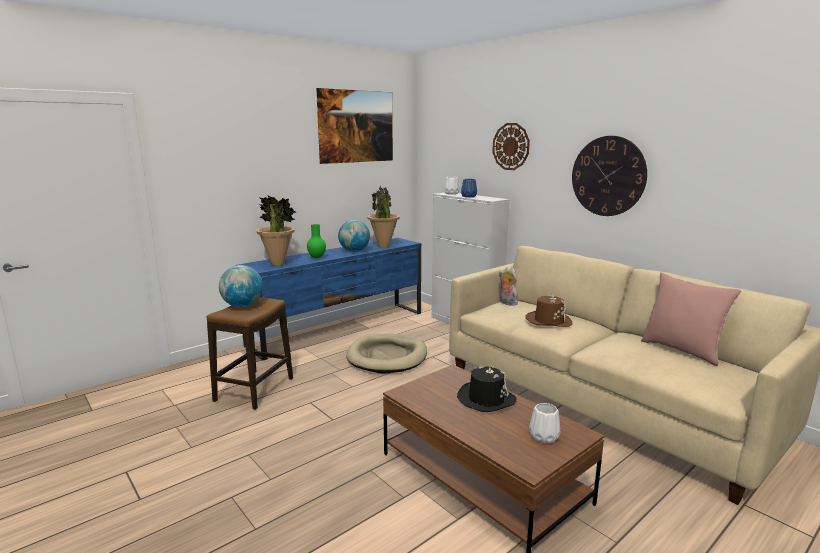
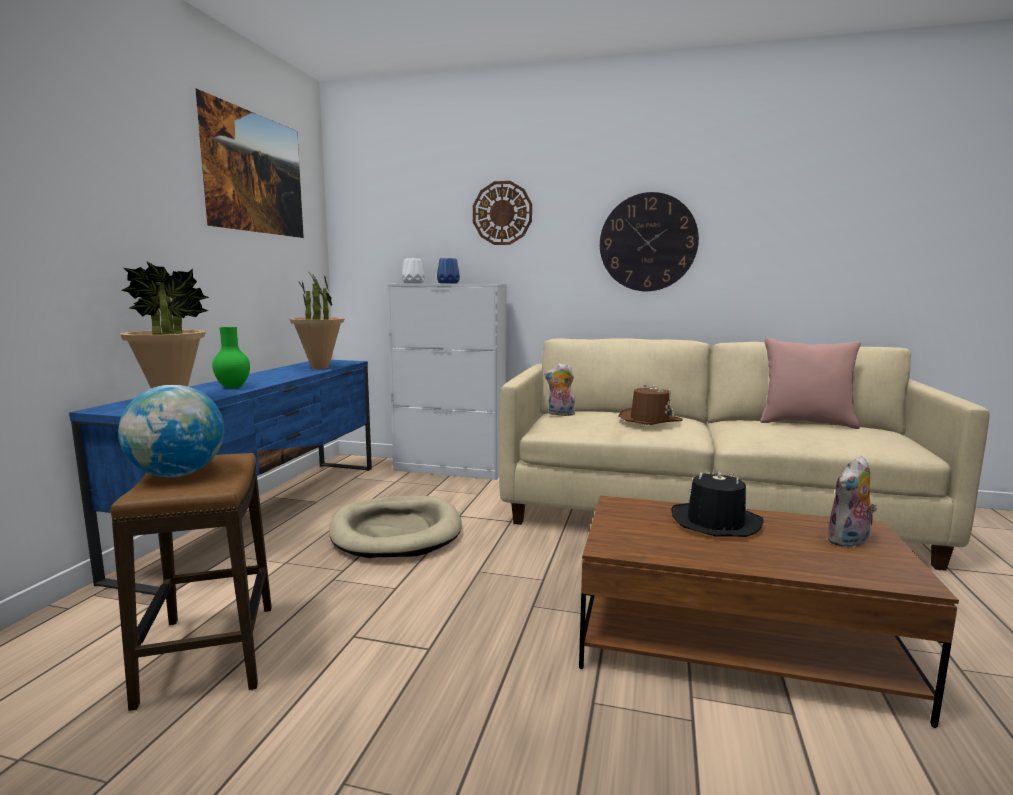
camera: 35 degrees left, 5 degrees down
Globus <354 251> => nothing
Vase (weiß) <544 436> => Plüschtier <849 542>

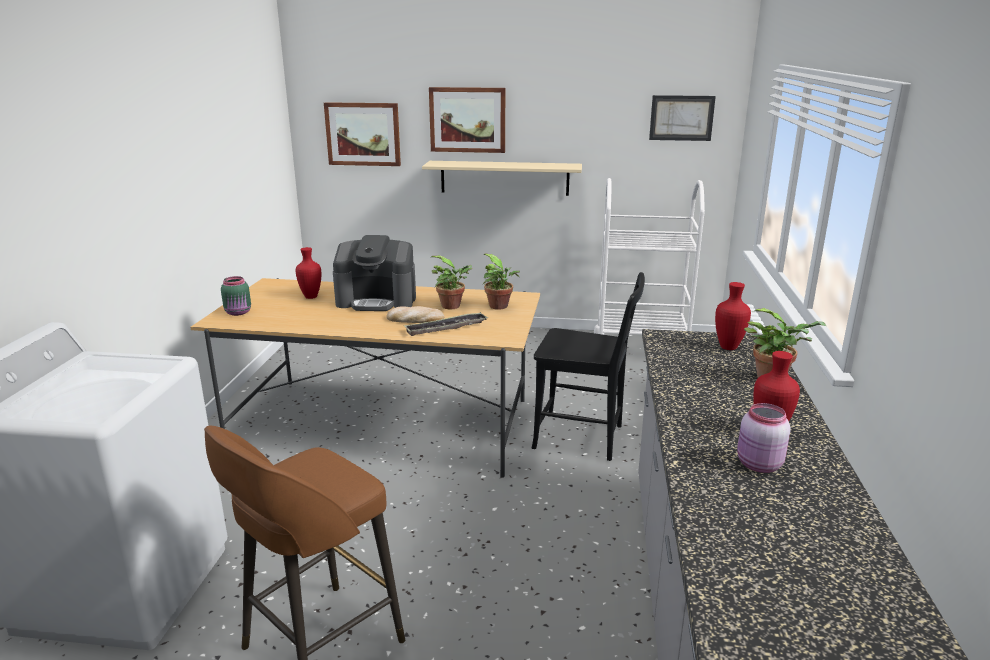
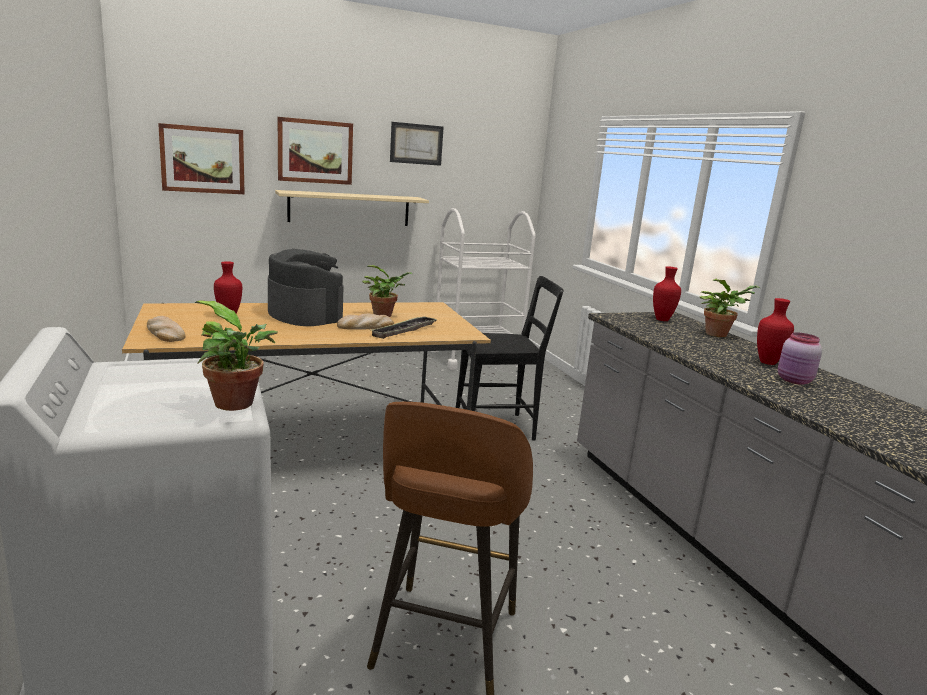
camera: 30 degrees left, 5 degrees down
Bild <681 118> => Bild <416 144>, shifted
Kaffeemaschine <377 300> => Kaffeemaschine <304 314>, 105 degrees counterclockwise
Topfpflanze <500 307> => Topfpflanze <239 404>, shifted
Vorratsglas (grün) <238 313> => Brot <165 333>

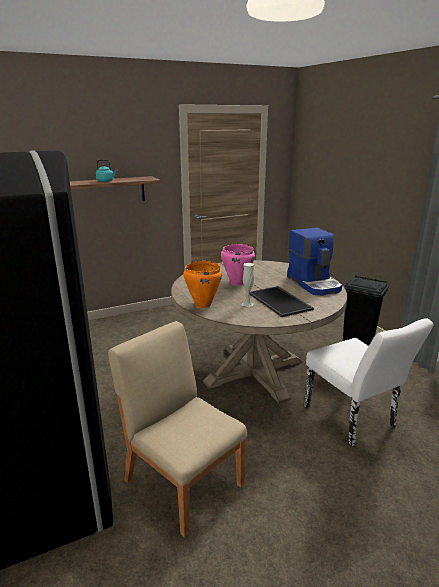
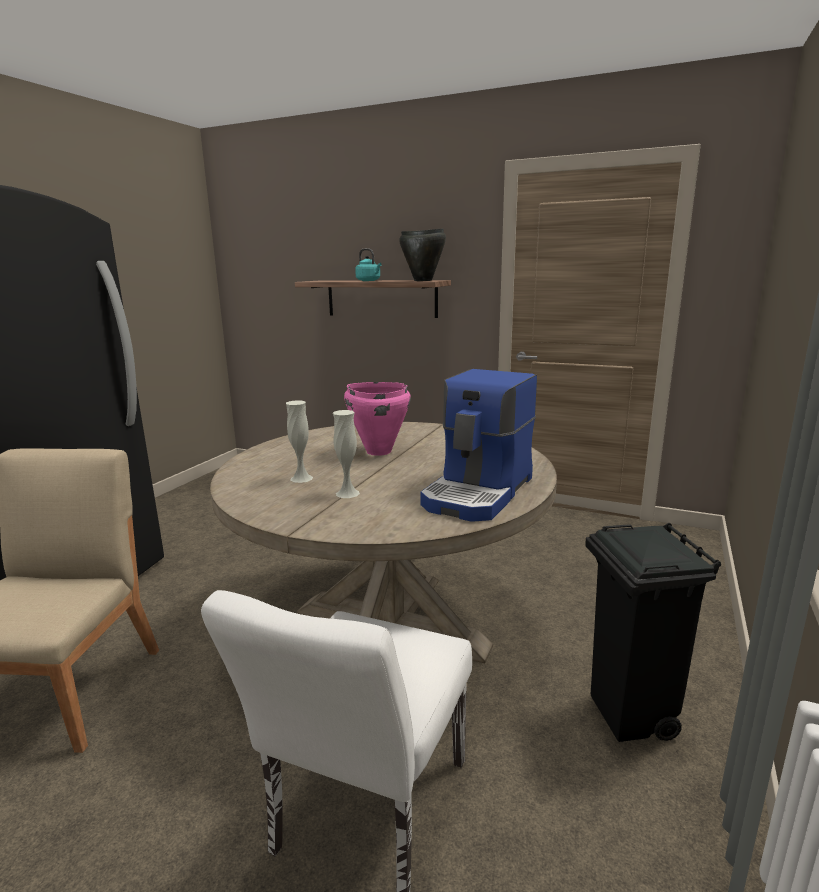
camera: 50 degrees right, 5 degrees down
Kochtopf (orange) <202 305> => nothing
Tablett <281 301> => Vase (weiß) <347 493>
nothing => Kochtopf (schwarz) <423 280>

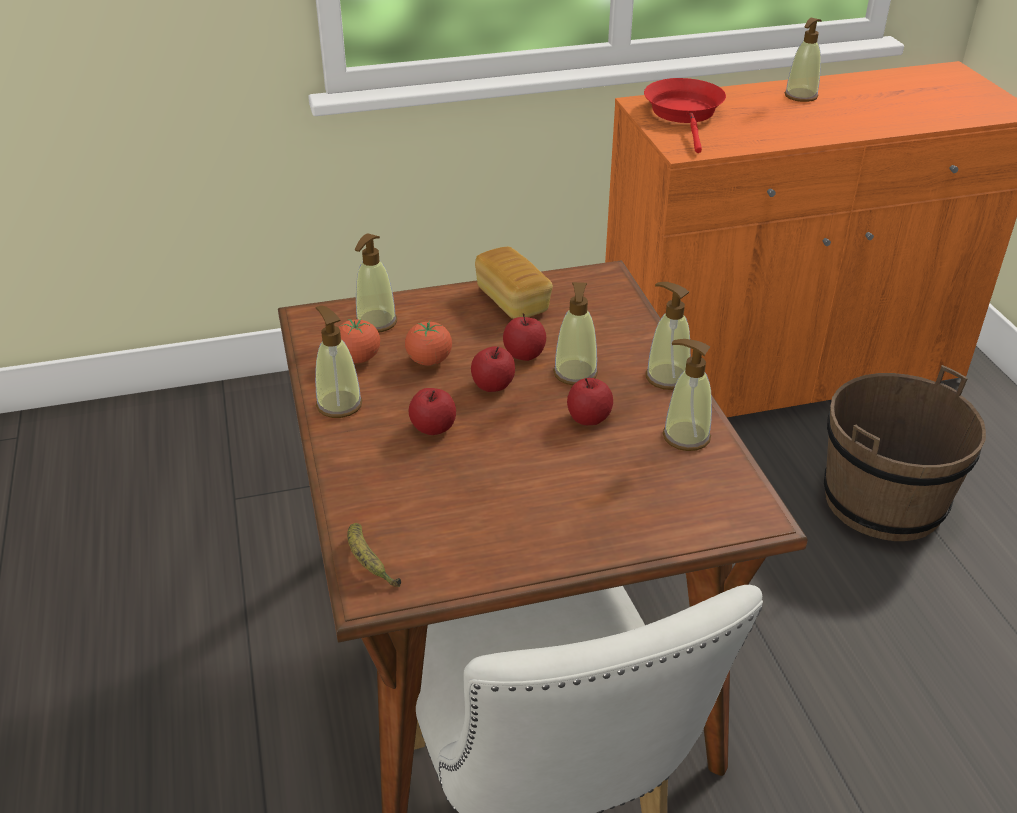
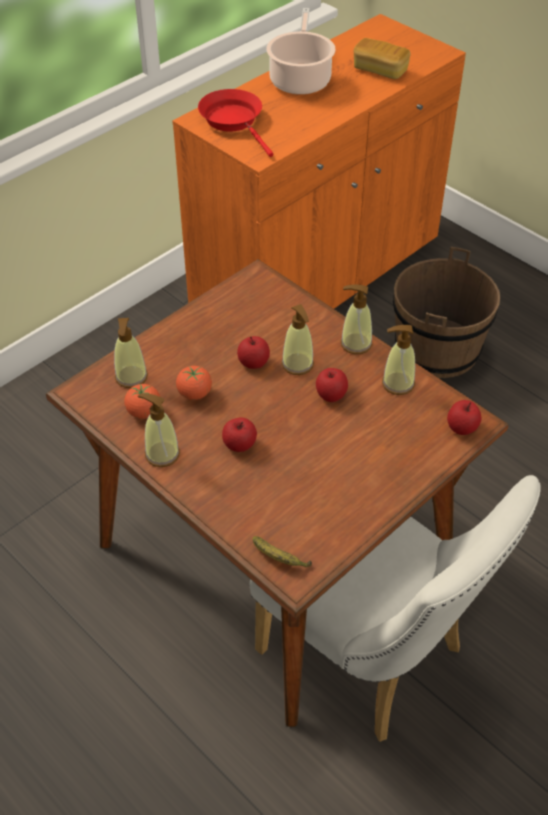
camera: 30 degrees left, 10 degrees up
Seifenspender <800 96> => Kochtopf <300 79>
Brot <512 300> => Brot <380 70>, shifted
Apfel <493 385> => Apfel <462 427>, shifted

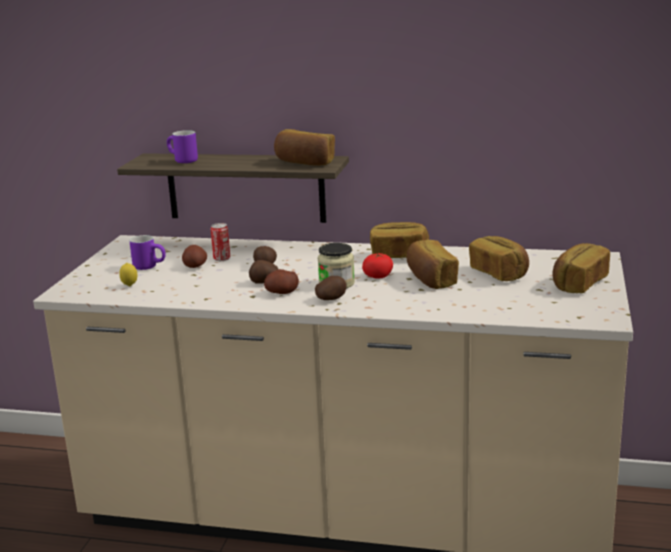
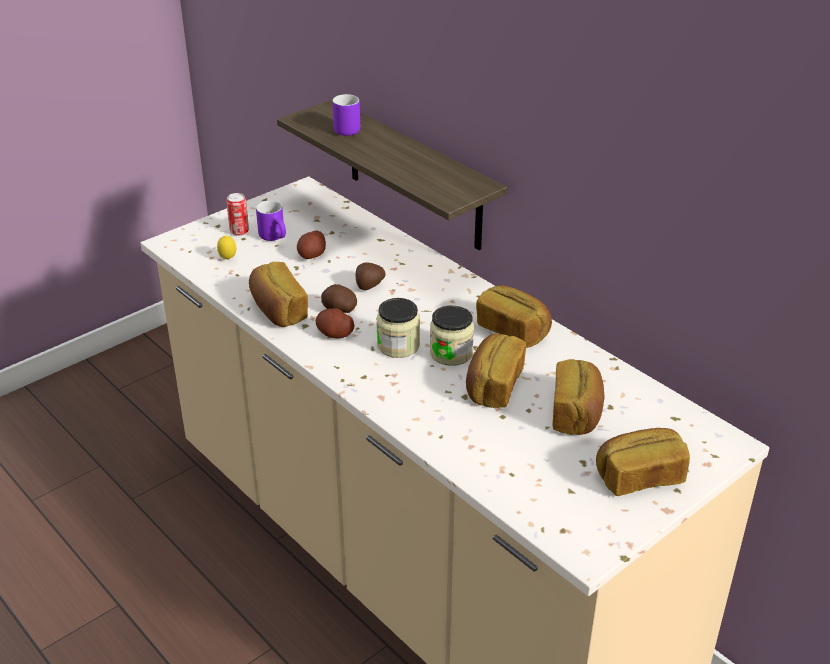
camera: 35 degrees right, 15 degrees up
Brot <305 162> => Brot <278 310>, shifted
Dose <221 259> => Dose <239 231>, shifted
Tomate <378 276> => Vorratsglas <451 353>
Kartoffel <331 299> => nothing

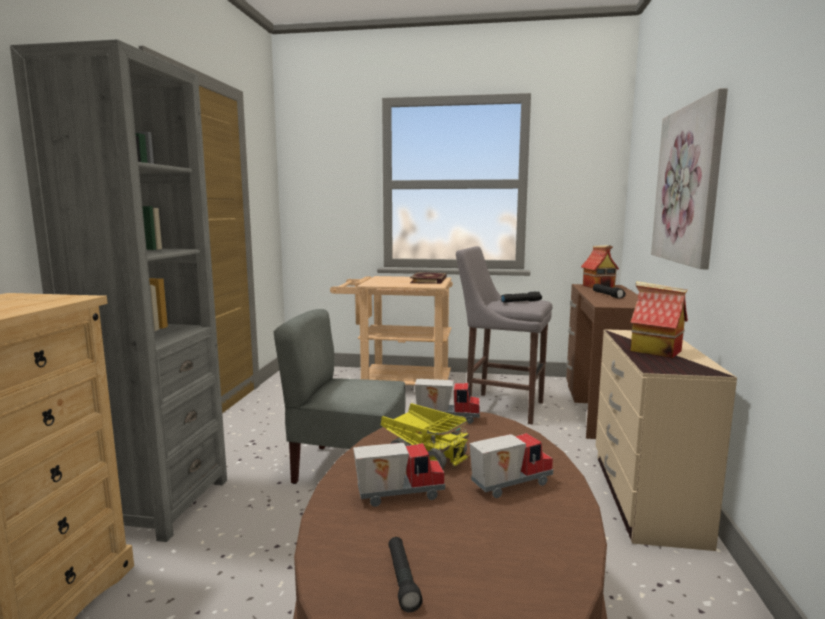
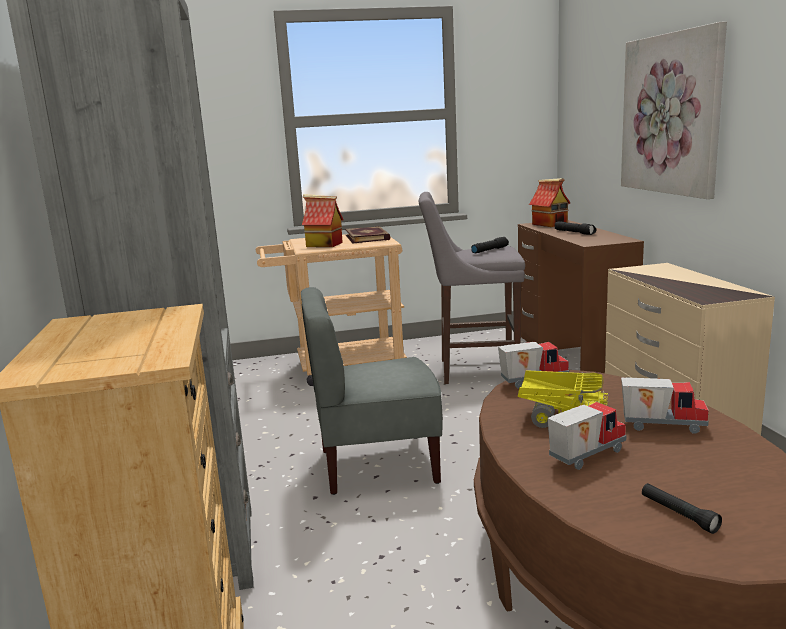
camera: 20 degrees left, 5 degrees up
Spielzeughaus <654 351> => Spielzeughaus <323 244>, shifted
Spielzeuglaster <509 484> => Spielzeuglaster <661 425>, 60 degrees clockwise

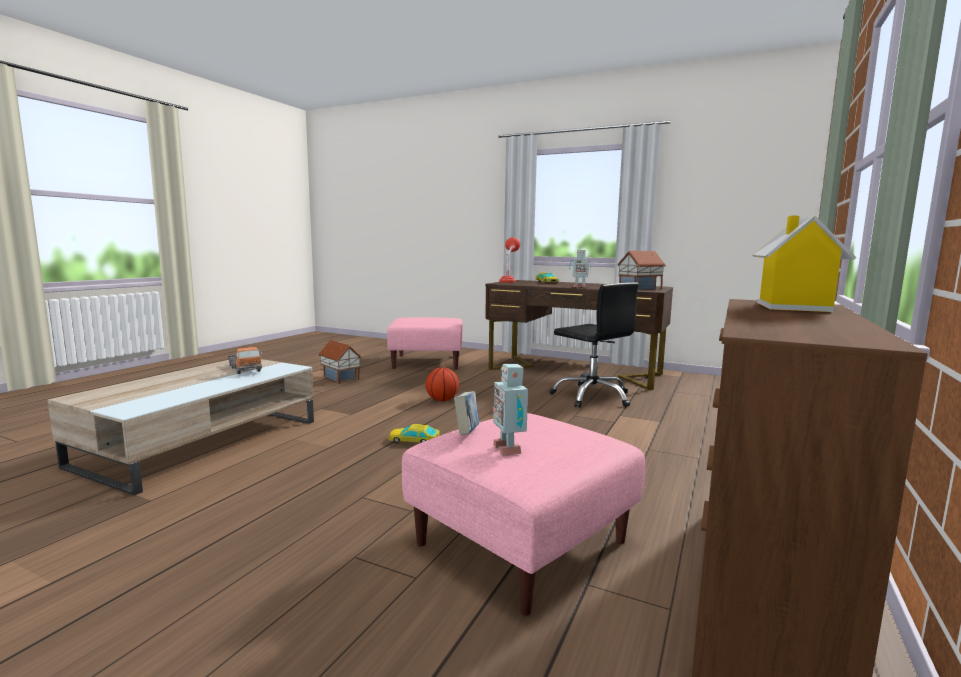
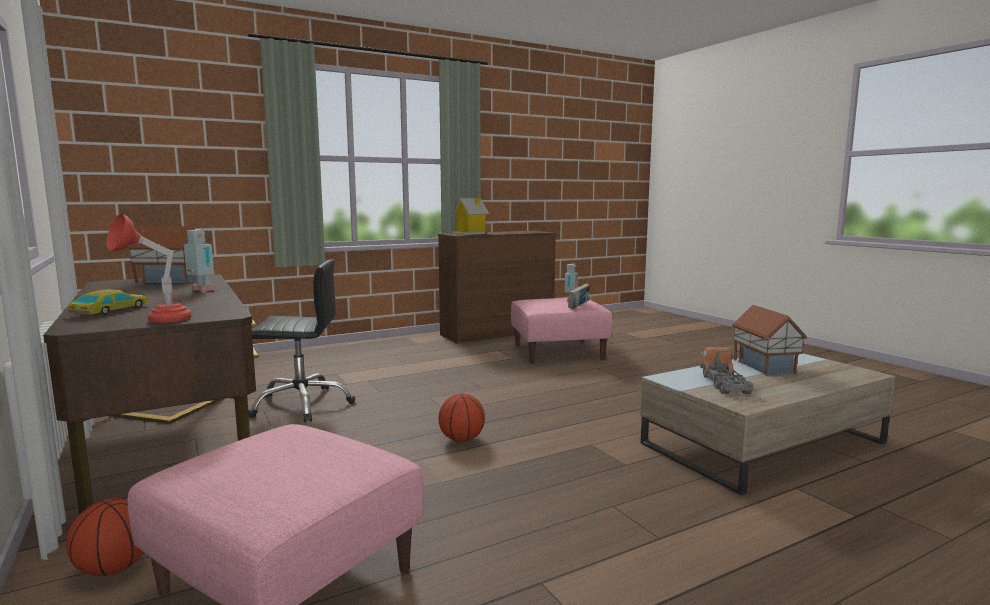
camera: 145 degrees left, 0 degrees up
Bürostuhl (schwarz) <592 396> => Bürostuhl (schwarz) <302 404>, 90 degrees clockwise
Spielzeughaus <340 378> => Spielzeughaus <765 366>, shifted
Spielzeugauto <414 440> => nothing
nothing => Basketball <114 569>

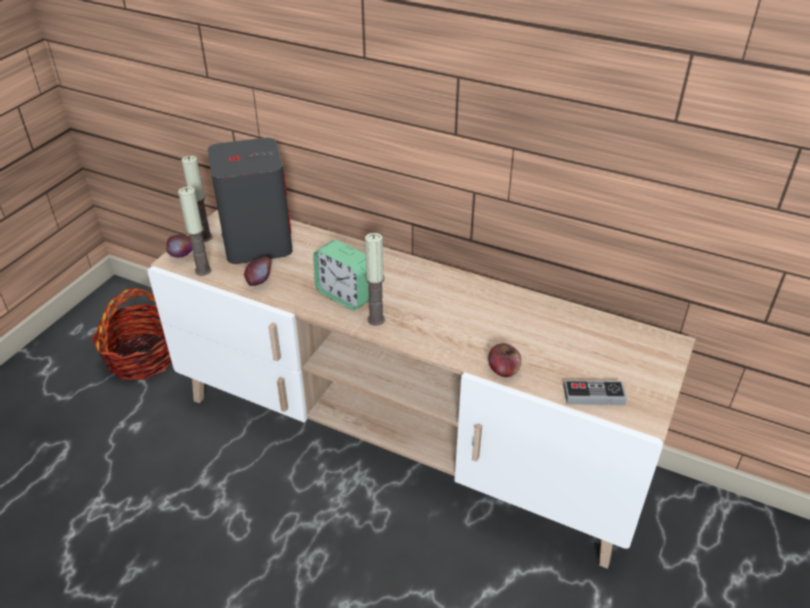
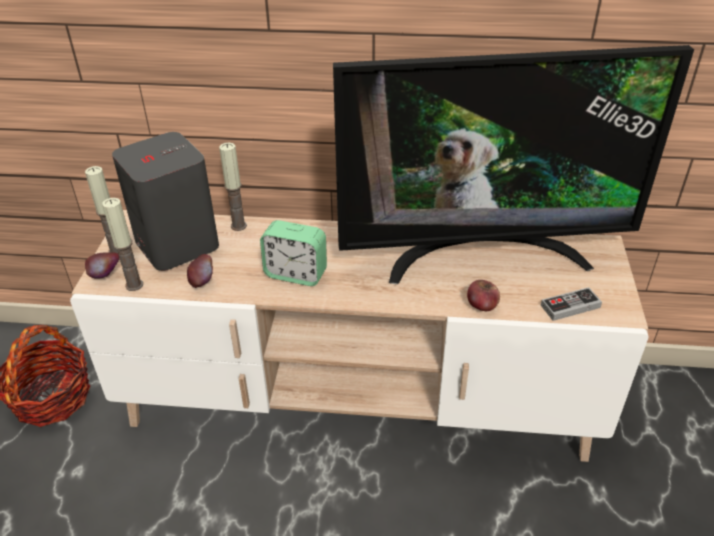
camera: 20 degrees left, 0 degrees up
Kerze <376 319> => Kerze <238 226>, shifted
nothing => Fernseher <483 253>

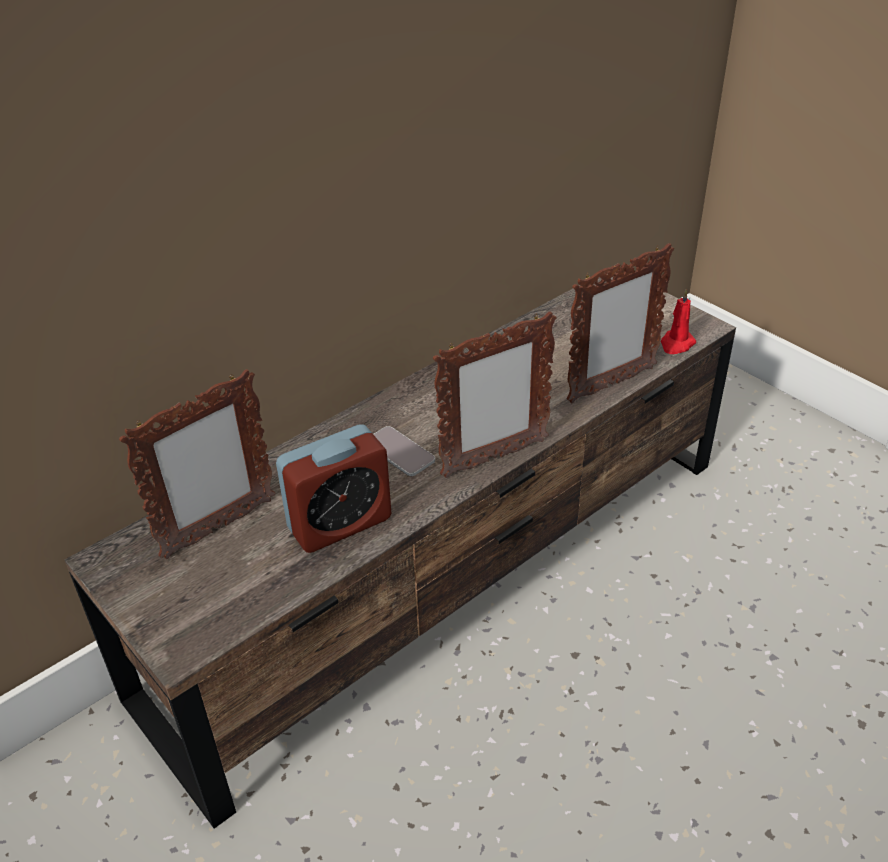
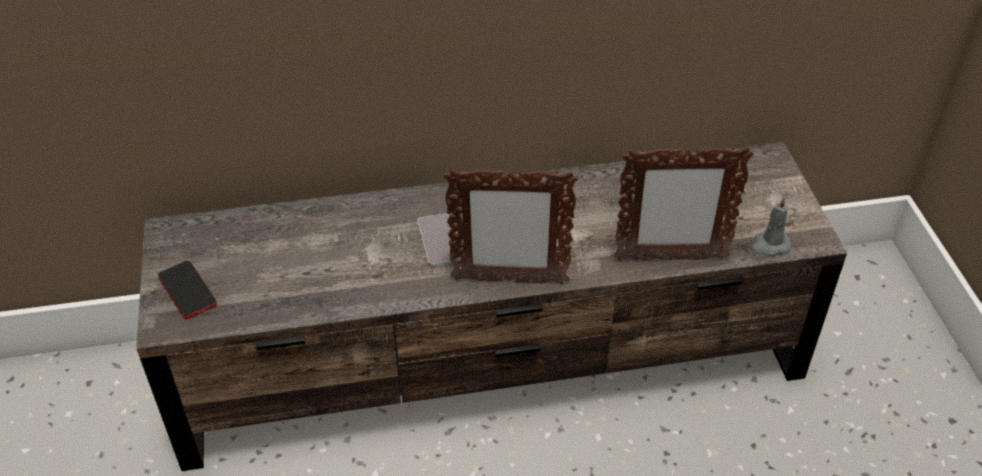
camera: 30 degrees right, 5 degrees up
Kerze (rot) <676 344> => Kerze (grau) <769 245>
Bilderrahmen <218 528> => nothing
Wecker <340 523> => nothing
nothing => Handy <187 290>

